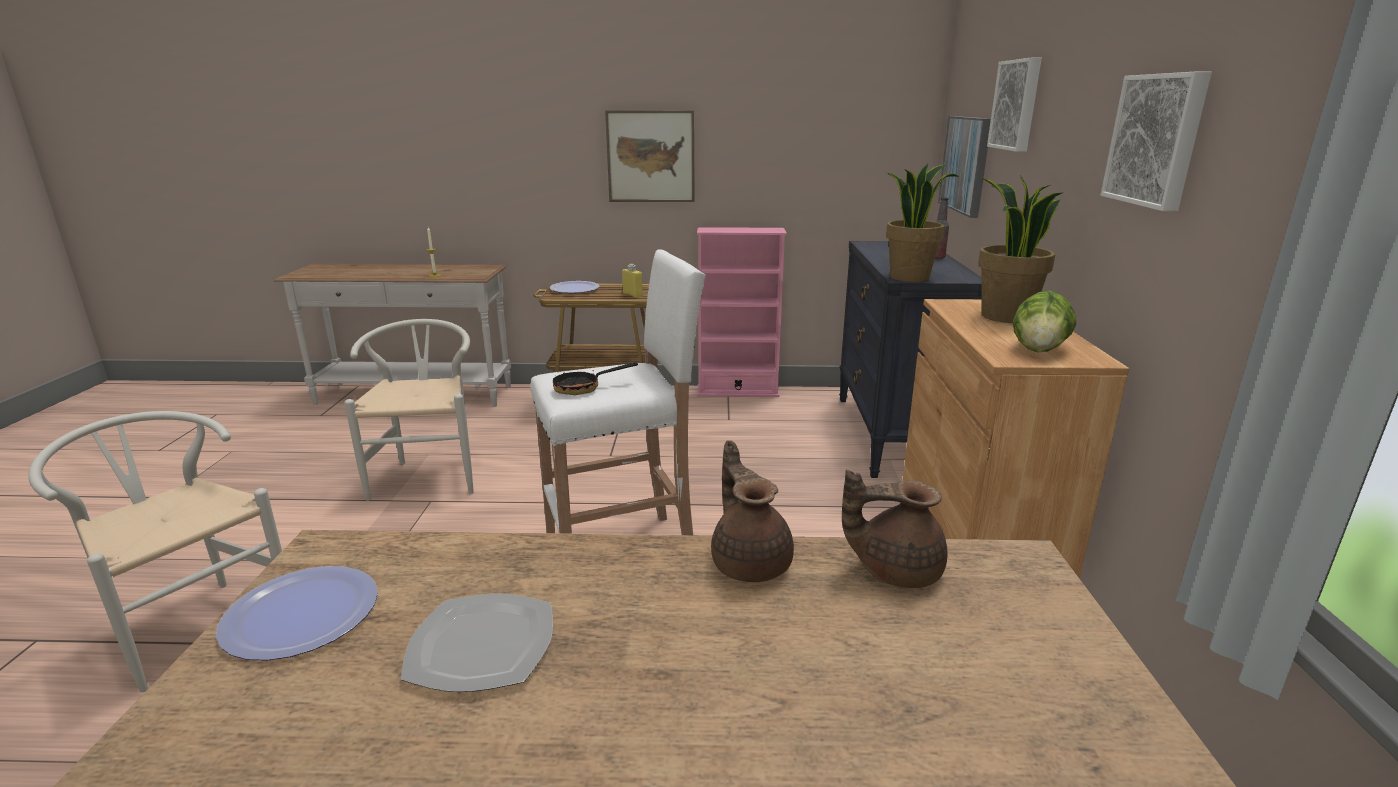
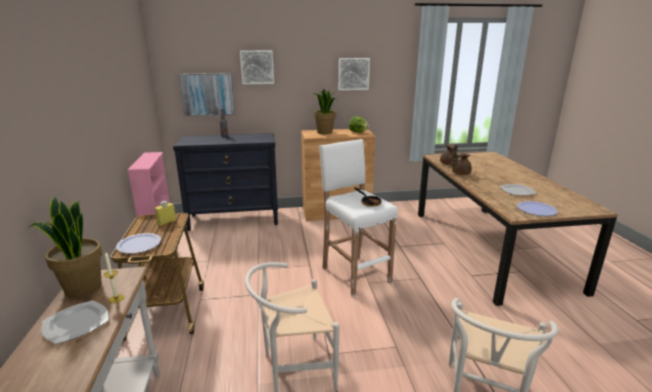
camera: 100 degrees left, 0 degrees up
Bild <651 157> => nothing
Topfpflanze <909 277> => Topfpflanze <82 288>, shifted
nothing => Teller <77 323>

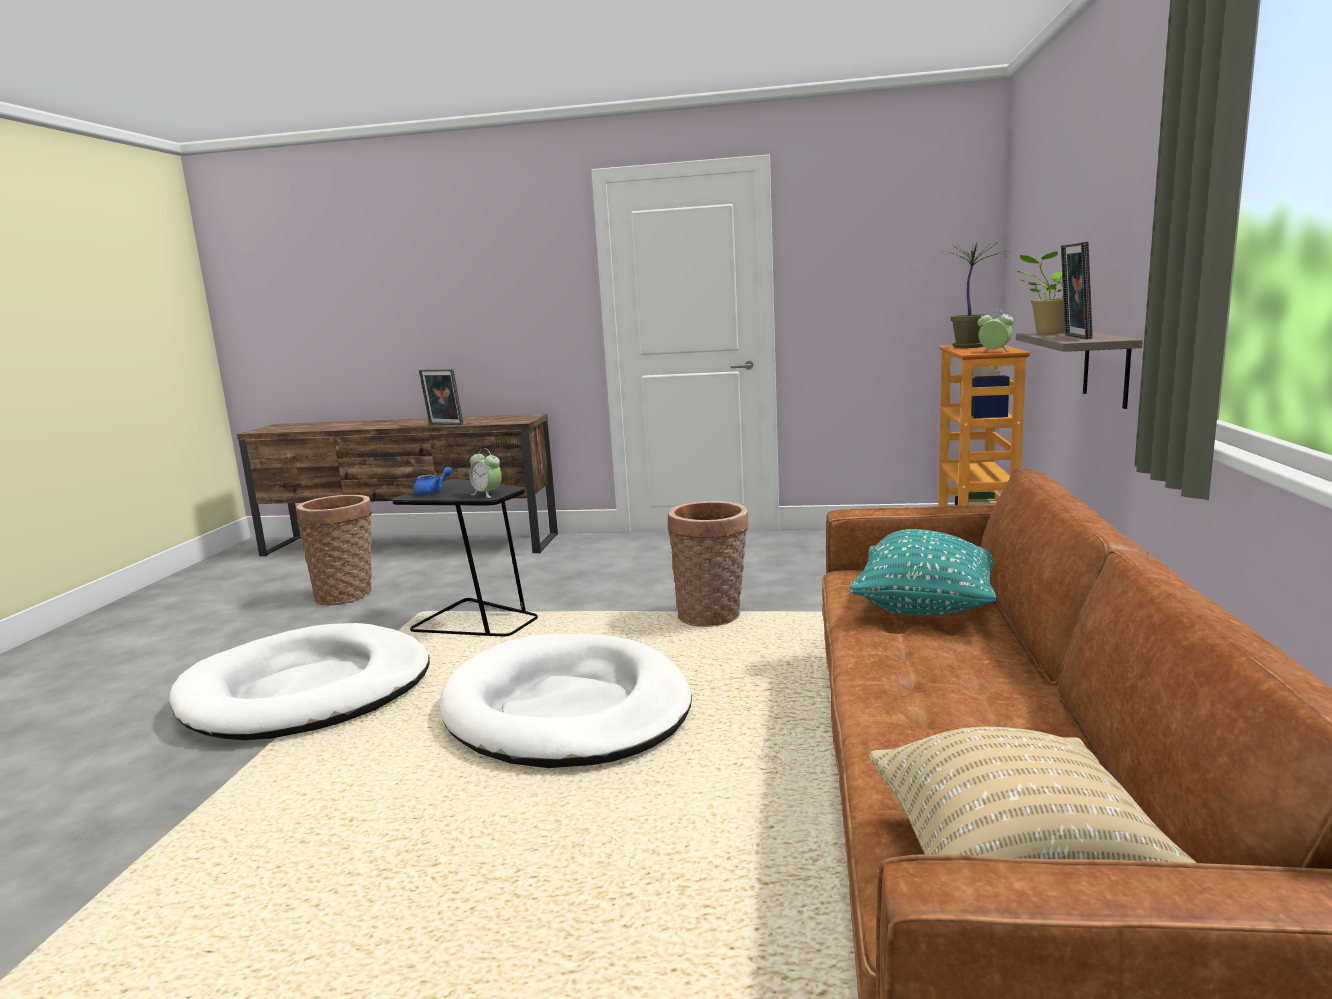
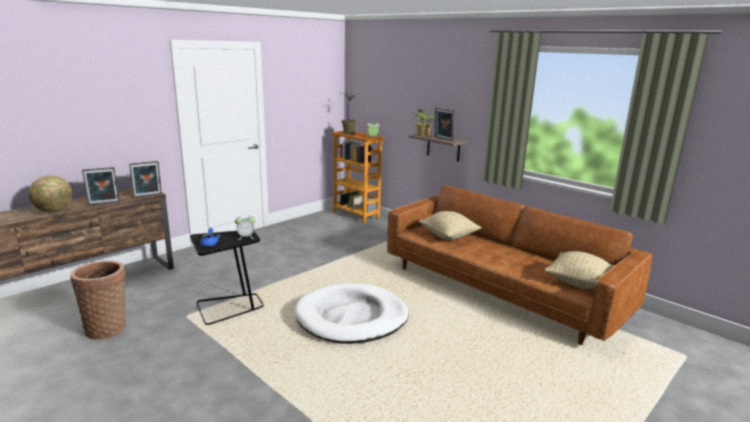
camera: 55 degrees left, 5 degrees up
Korb <712 617> => nothing
Kissen (türkis) <925 607> => Kissen (beige) <448 236>
Hundebett (weiß) <308 690> => nothing
nothing => Bilderrahmen <148 196>
nothing => Globus <54 211>

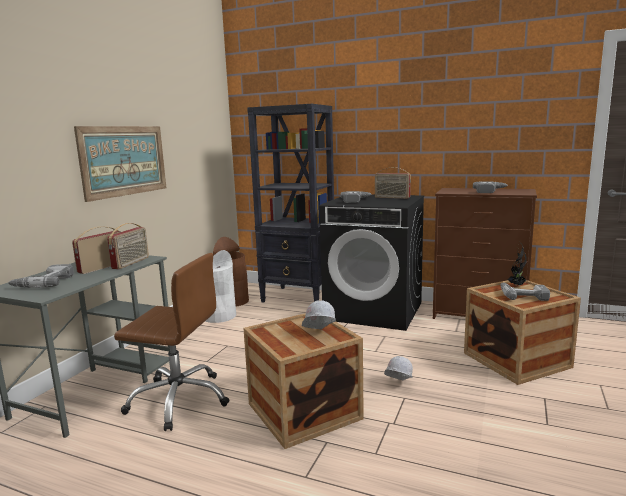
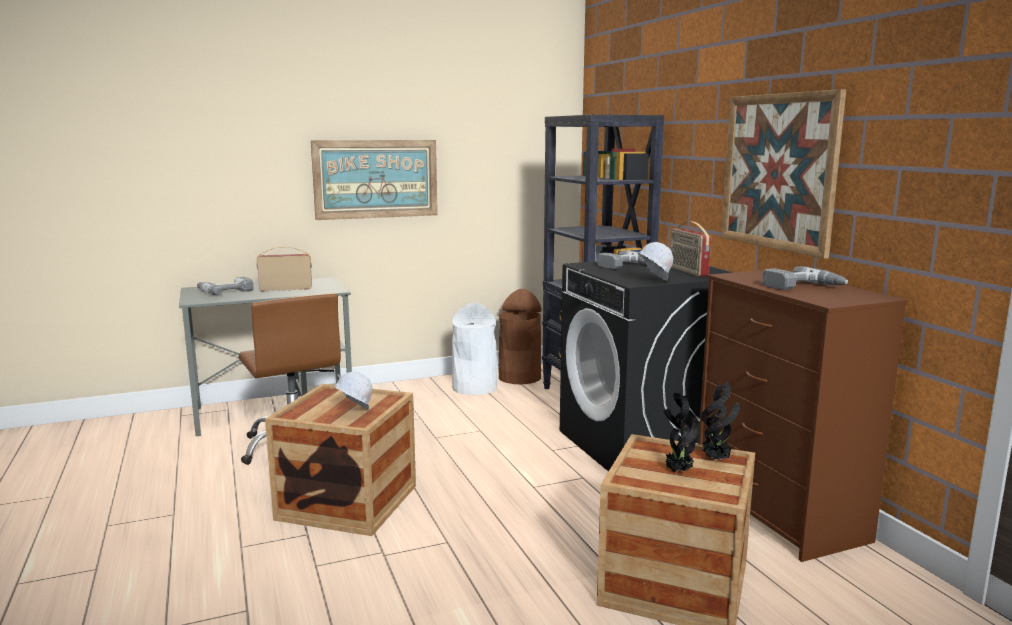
camera: 45 degrees right, 0 degrees up
Radio <131 263> => nothing
Bohrmaschine <522 295> => Topfpflanze <677 471>
Schutzhelm (weiß) <397 385> => Schutzhelm (weiß) <653 281>, shifted
nothing => Bild <778 172>

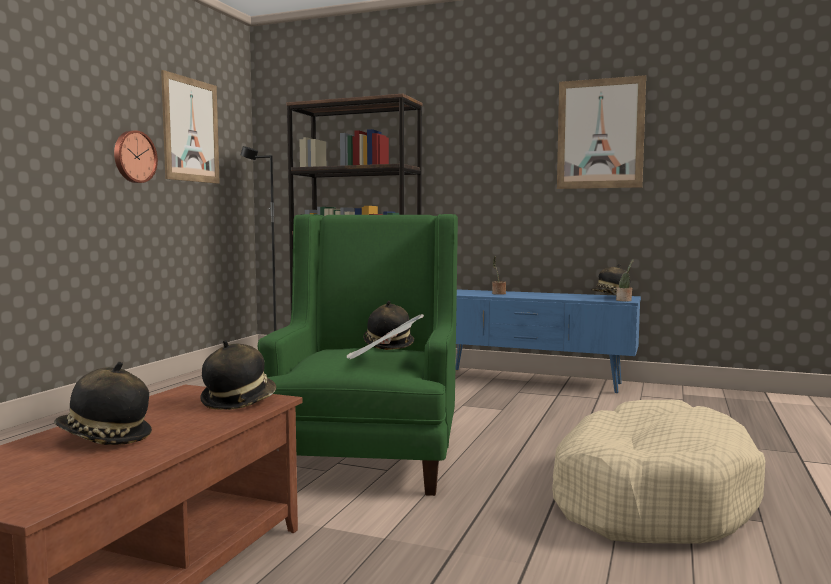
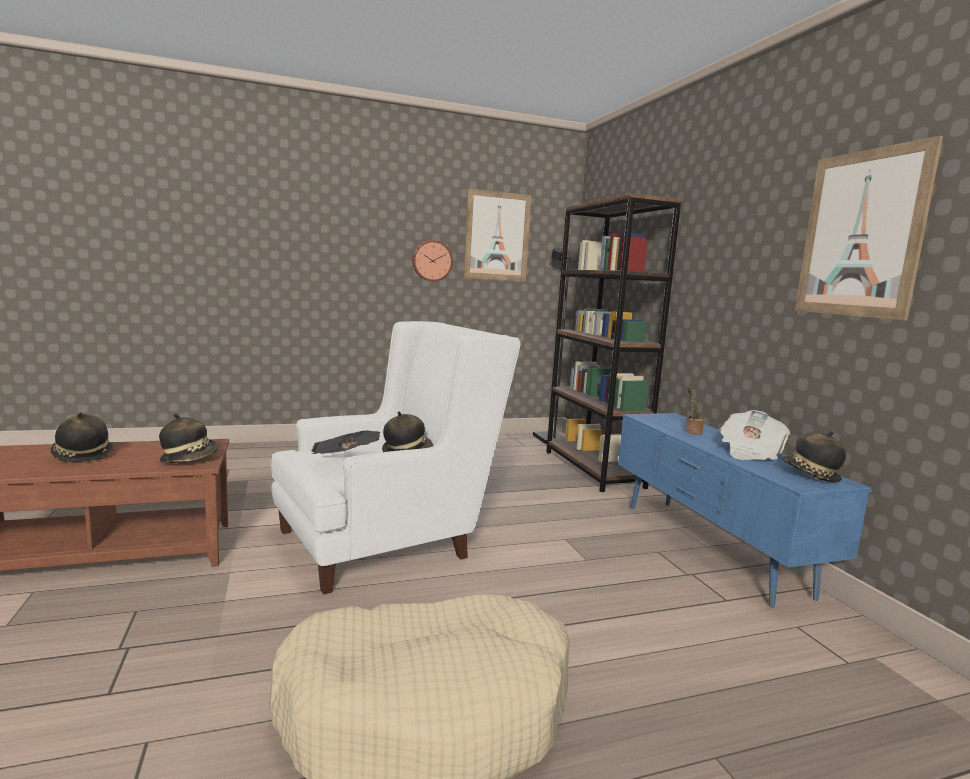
camera: 50 degrees right, 5 degrees up
Sessel (grün) <367 453> => Sessel (weiß) <387 540>
Topfpflanze <624 300> => nothing
nothing => Zeitung <750 453>

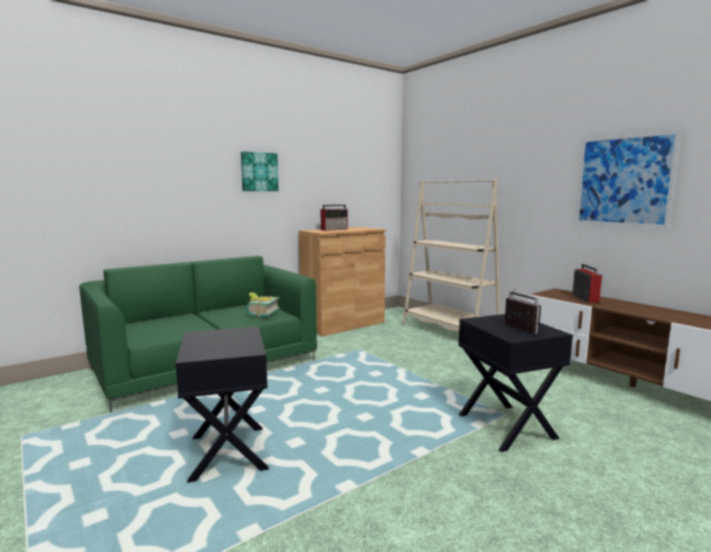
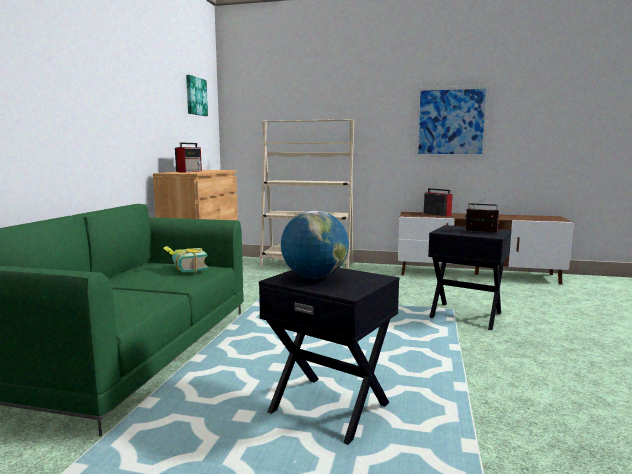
camera: 40 degrees left, 0 degrees up
Bild <259 172> => Bild <195 96>, shifted
nothing => Globus <314 277>

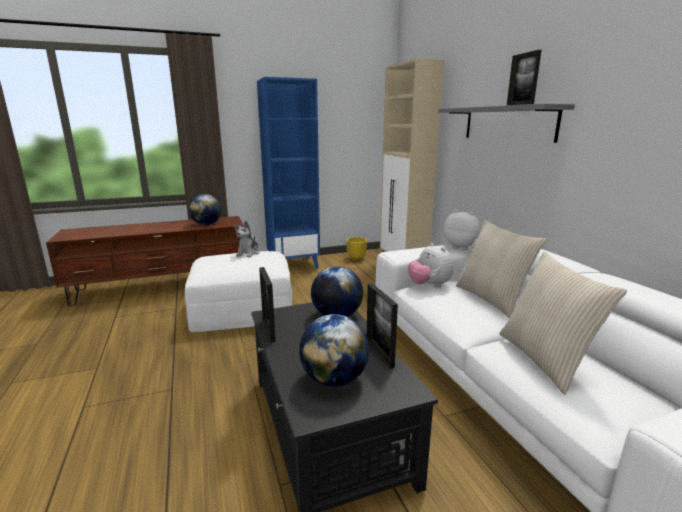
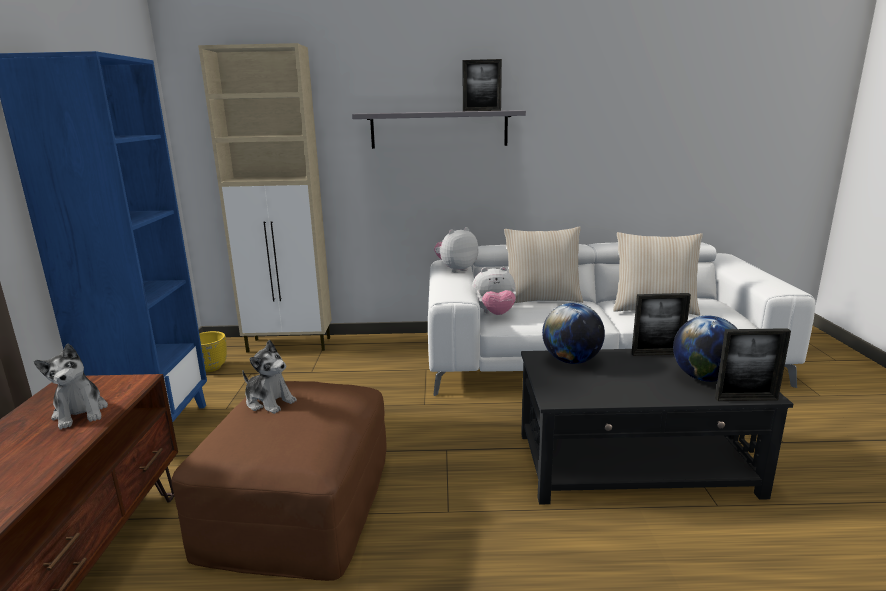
camera: 70 degrees left, 0 degrees up
Globus <206 224> => Plüschtier <80 413>
Polsterhocker (weiß) <243 309> => Polsterhocker (braun) <298 504>
Bilderrahmen <268 330> => Bilderrahmen <746 399>, shifted

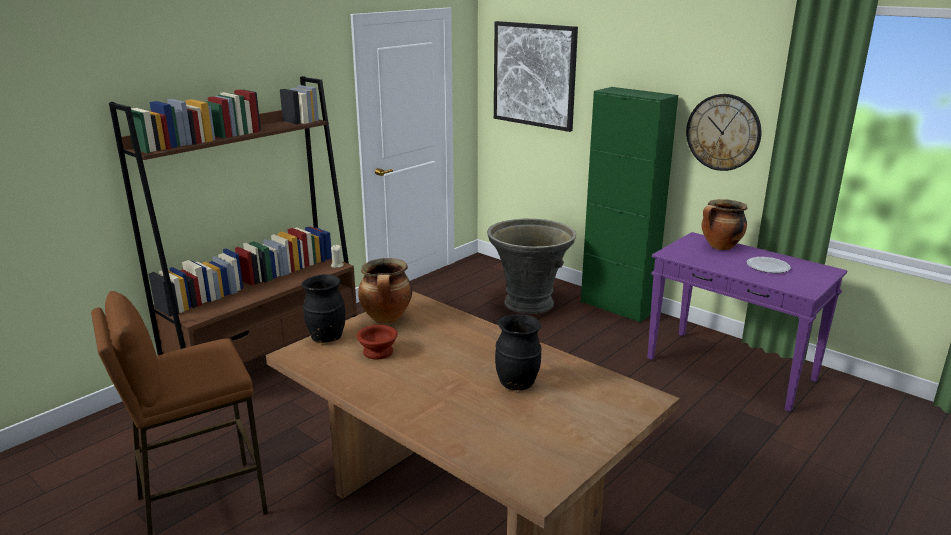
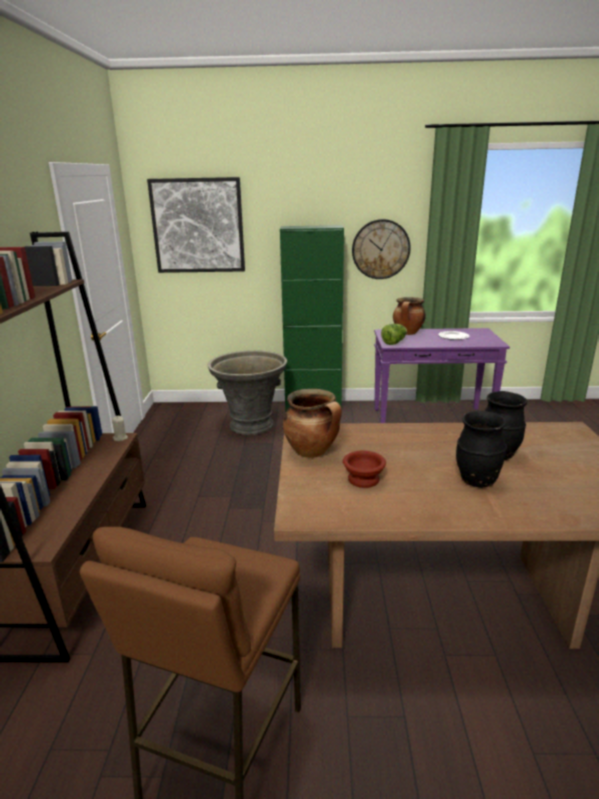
camera: 40 degrees left, 0 degrees up
Vase (schwarz) <326 337> => Vase (schwarz) <477 481>, shifted
nothing => Salatkopf <394 343>

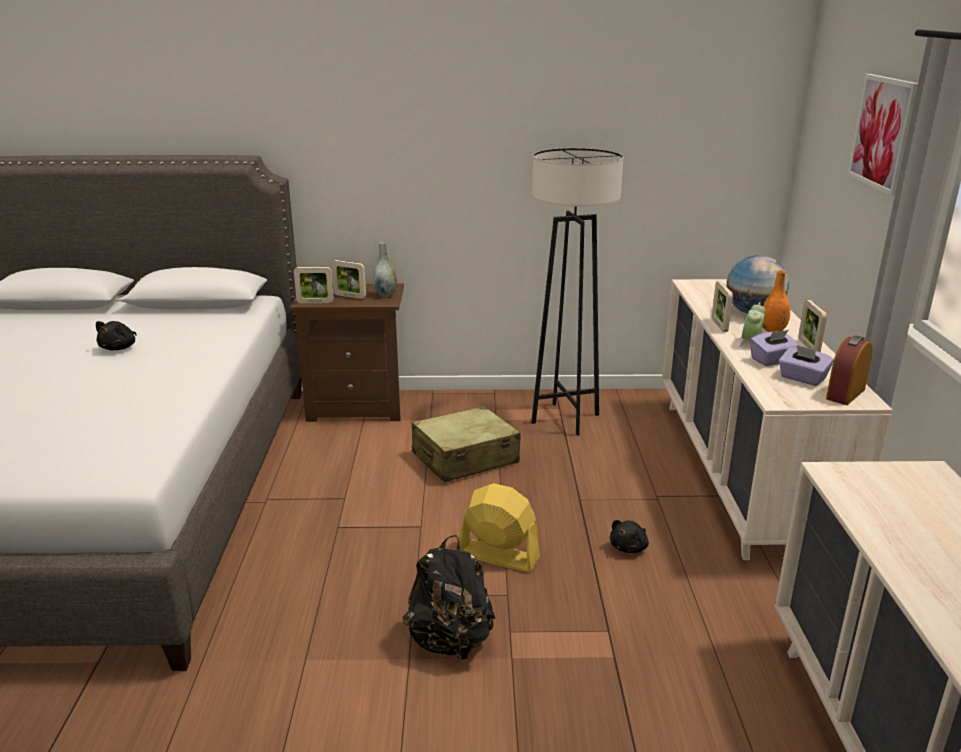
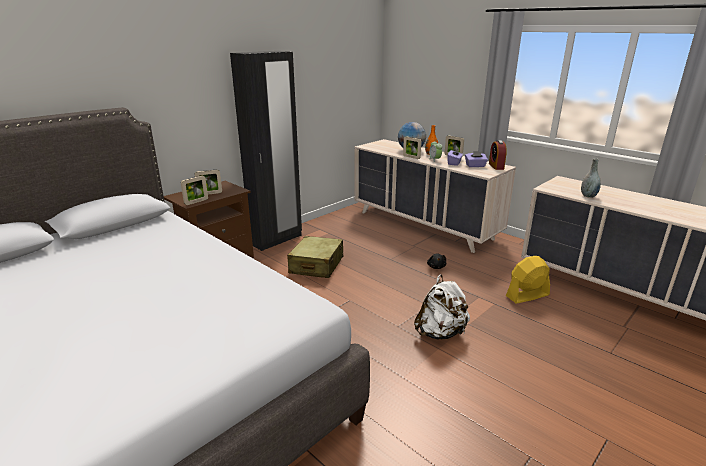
camera: 45 degrees left, 0 degrees up
Bild <883 132> => nothing
Stehlampe (grau) <565 419> => nothing
Vase (grau) <385 295> => Vase (grau) <588 196>, shifted
Plüschtier (schwarz) <119 348> => nothing
Ventilator (gelb) <497 555> => Ventilator (gelb) <527 295>, shifted
Rucksack (schwarz) <450 641> => Rucksack (weiß) <440 333>
nothing => Kleiderschrank (schwarz) <276 240>

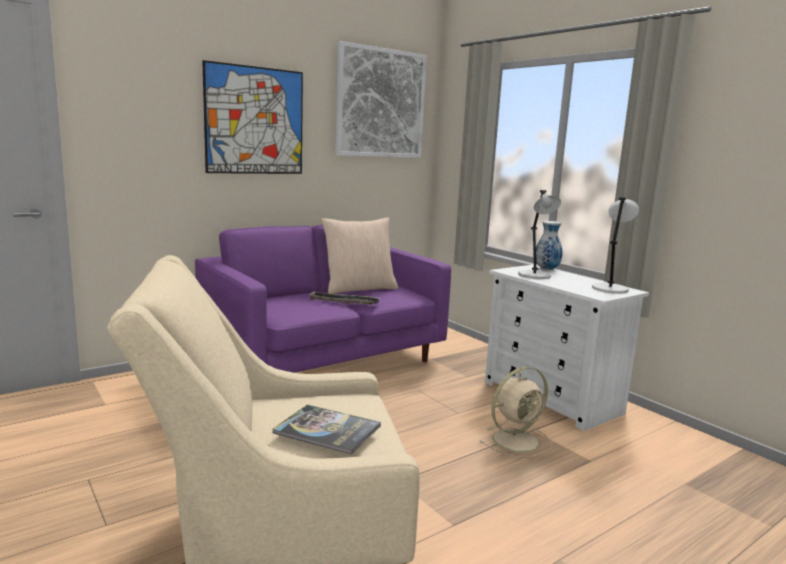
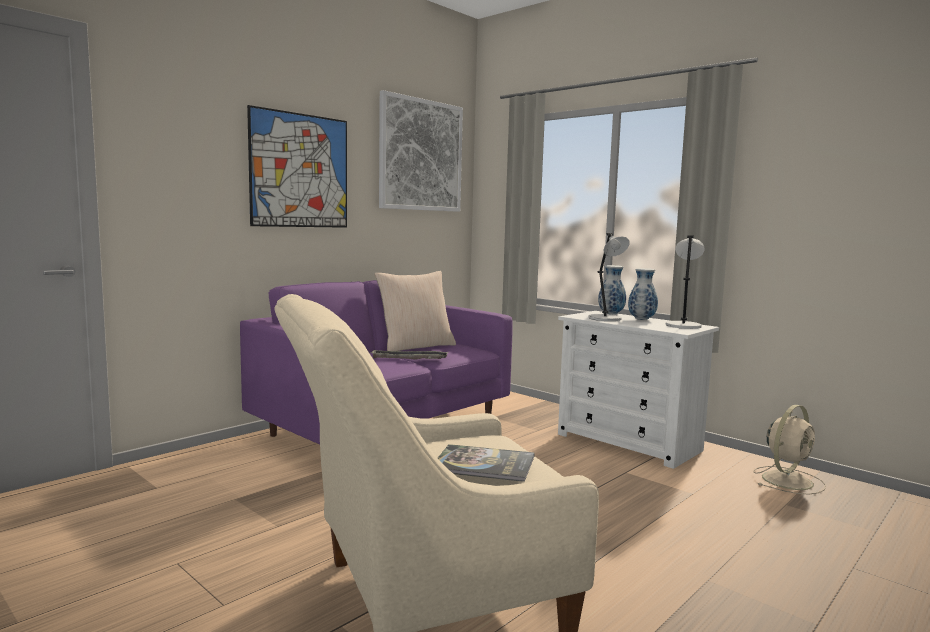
camera: 10 degrees left, 5 degrees down
Ventilator (beige) <517 440> => Ventilator (beige) <788 480>, shifted
nothing => Vase <641 319>

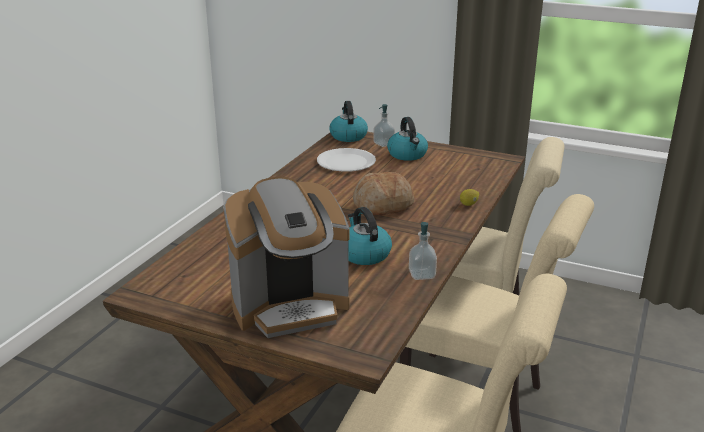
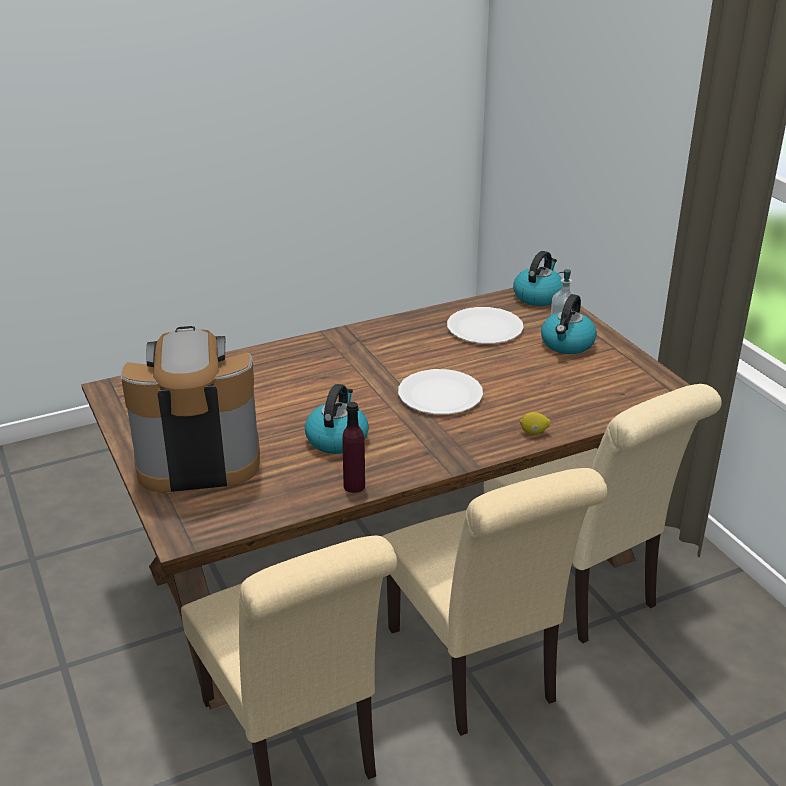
camera: 40 degrees right, 5 degrees up
Brot <383 205> => Teller (weiß) <440 394>
Kaffeemaschine <290 306> => Kaffeemaschine <197 459>, 150 degrees clockwise
Seifenspender <422 274> => Flasche (lila) <354 486>

